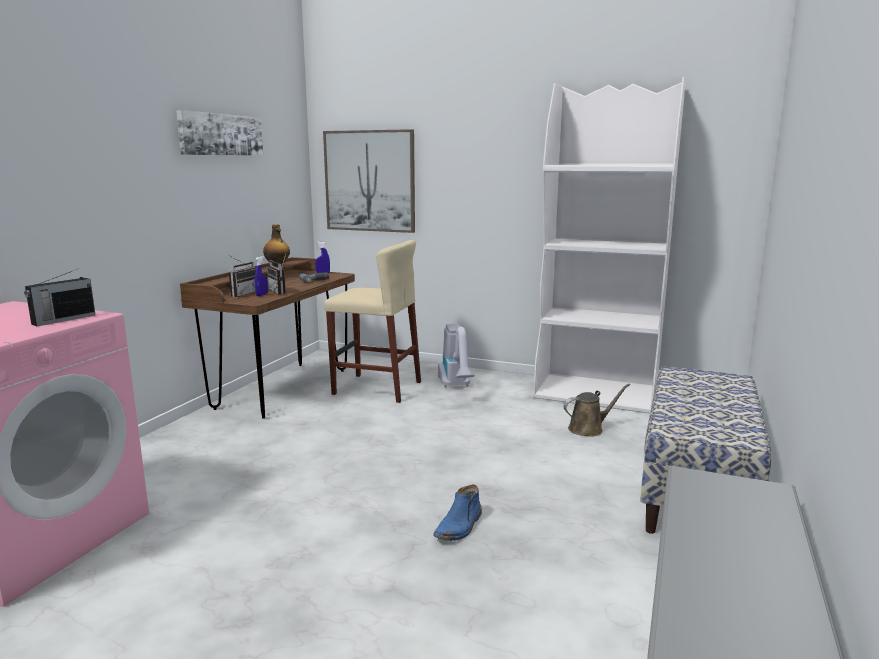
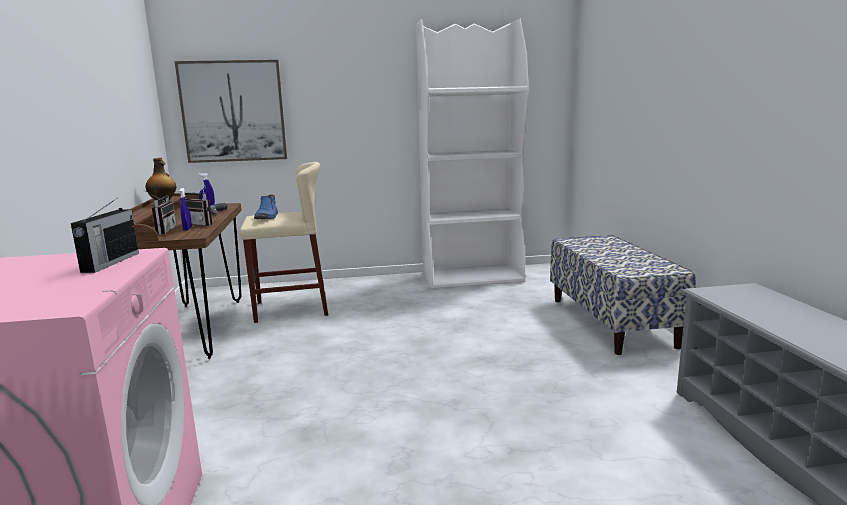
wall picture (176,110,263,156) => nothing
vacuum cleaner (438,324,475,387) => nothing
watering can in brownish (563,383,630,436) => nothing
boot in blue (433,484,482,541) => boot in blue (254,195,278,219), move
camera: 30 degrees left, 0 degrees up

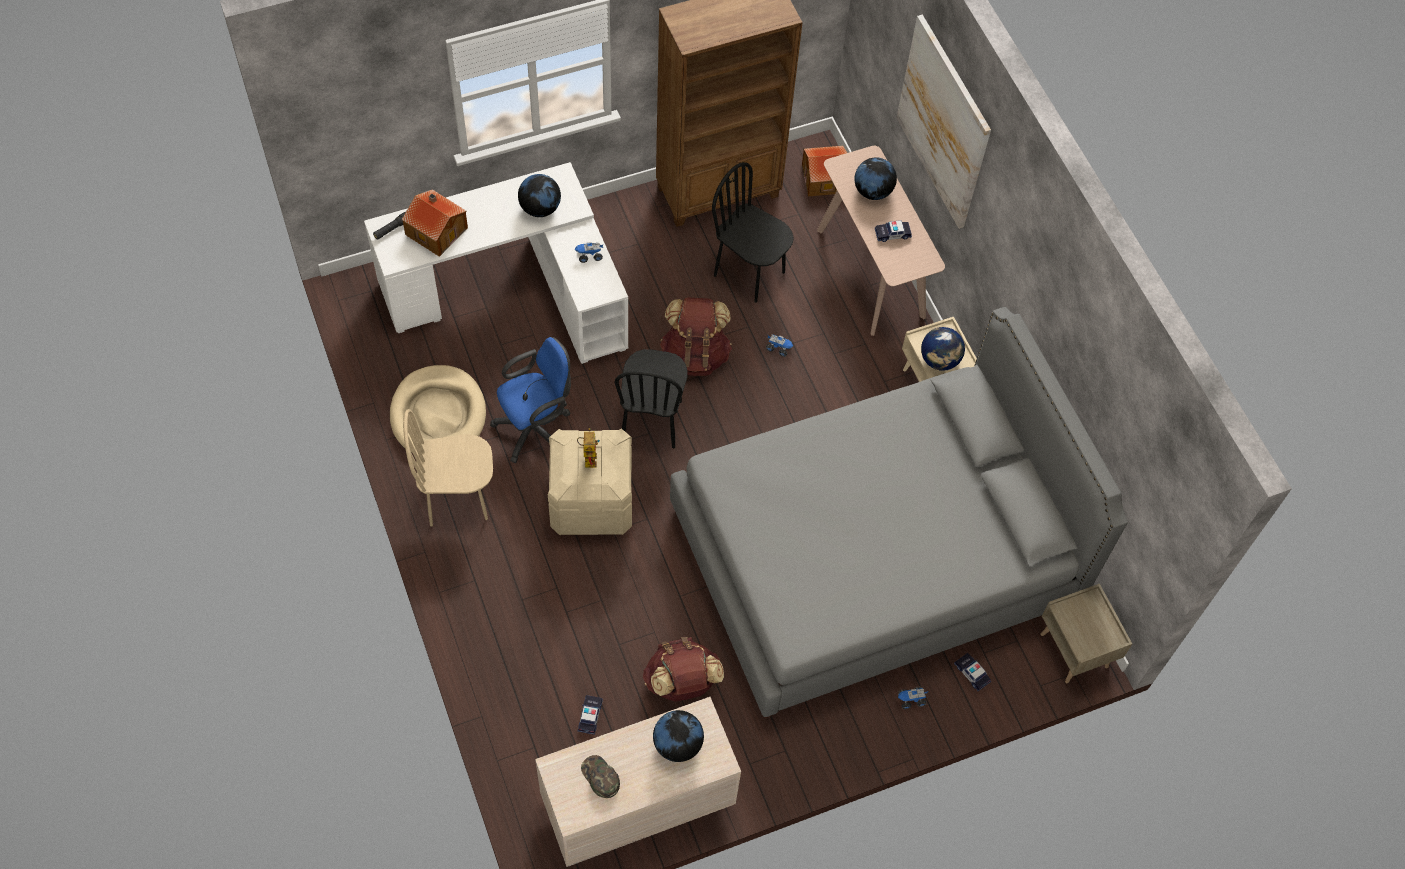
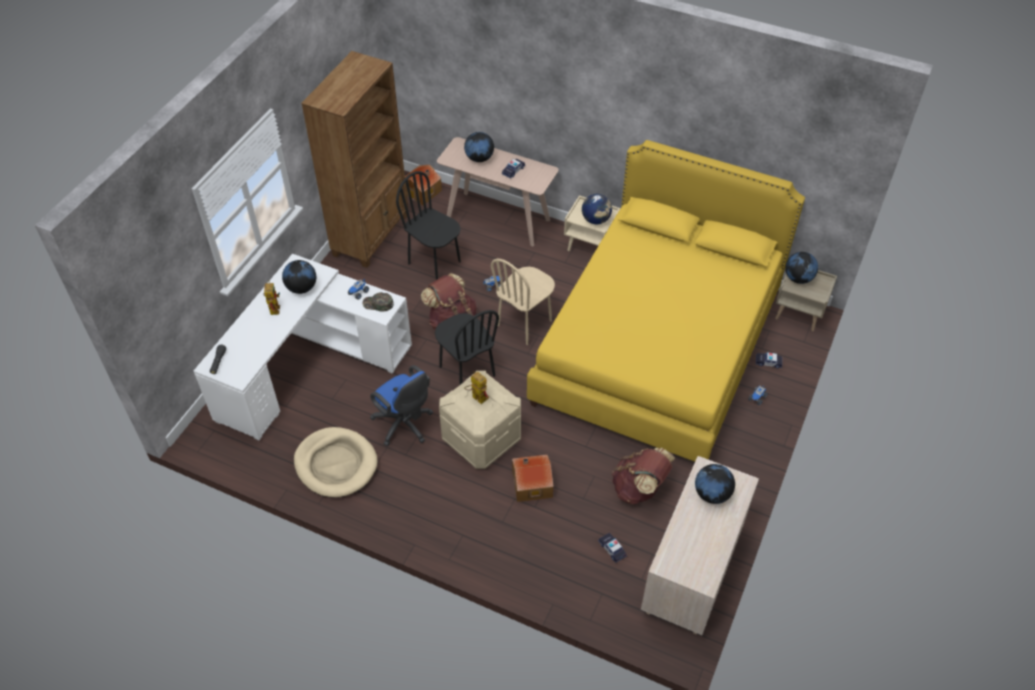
wall picture (896,15,991,229) => nothing
upright chair in blackish (712,162,794,303) => upright chair in blackish (396,171,461,280), 45 degrees clockwise
miniature house (402,190,468,257) => miniature house (512,455,554,502), move
sleeping bed in greyish (670,307,1128,719) => sleeping bed in yellow-coloured (527,140,805,462)
office chair in blue (490,337,571,463) => office chair in blue (370,365,433,446), 120 degrees clockwise
upright chair in beige (403,409,493,527) => upright chair in beige (491,259,555,345), move
cap in greenish (581,755,620,798) => cap in greenish (363,292,394,312), move
nothing => globe (785,252,818,284)
nothing => toy robot (263,280,280,315)
camera: 40 degrees left, 10 degrees down

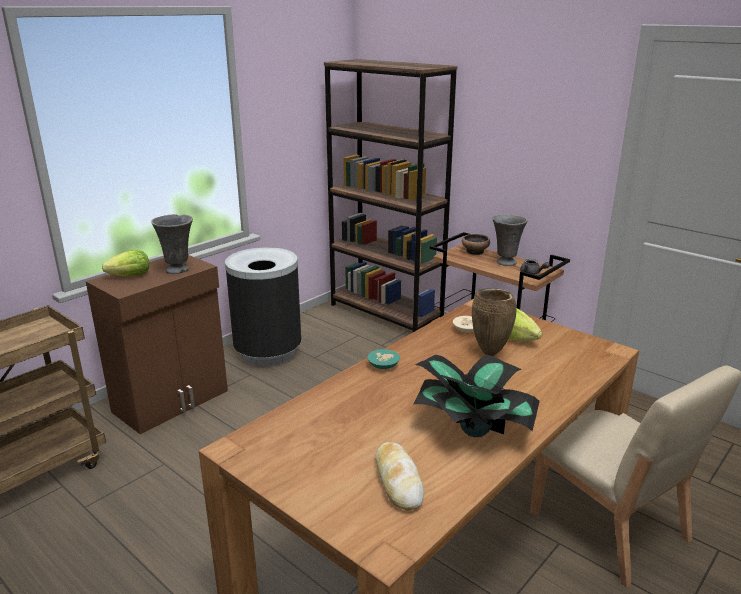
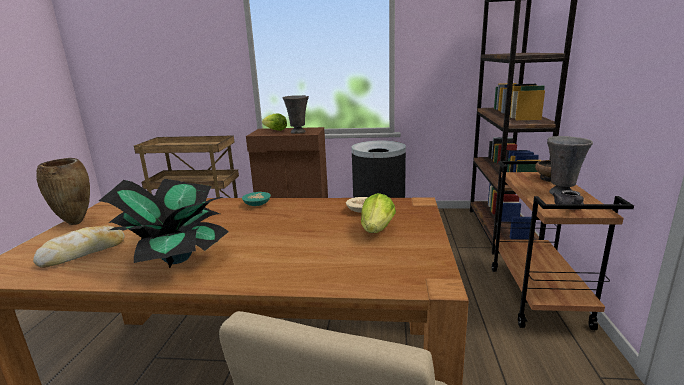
flower vase in brownish (472,288,517,356) => flower vase in brownish (36,158,90,225), move
camera: 55 degrees right, 5 degrees down

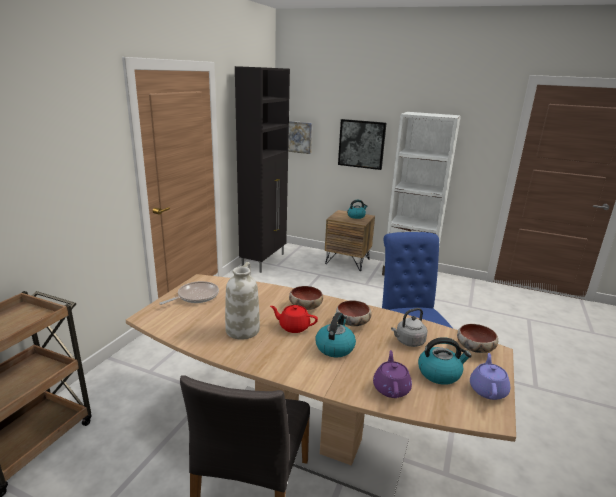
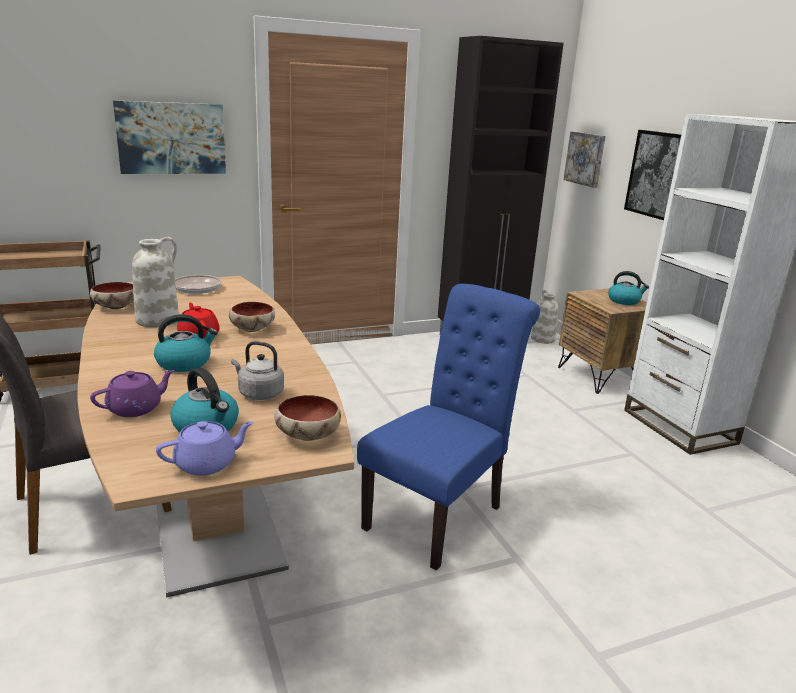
bowl (336,300,372,326) => bowl (90,282,134,309), move
nothing => wall picture (113,100,226,174)
nothing => flower vase in white (531,290,558,344)
camera: 45 degrees right, 0 degrees up

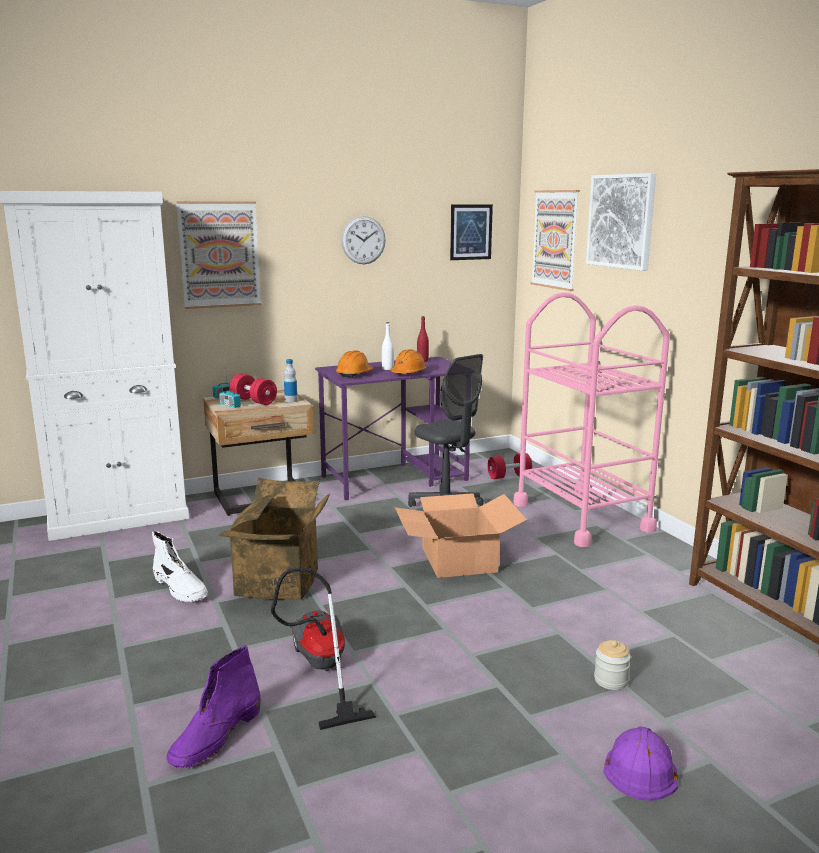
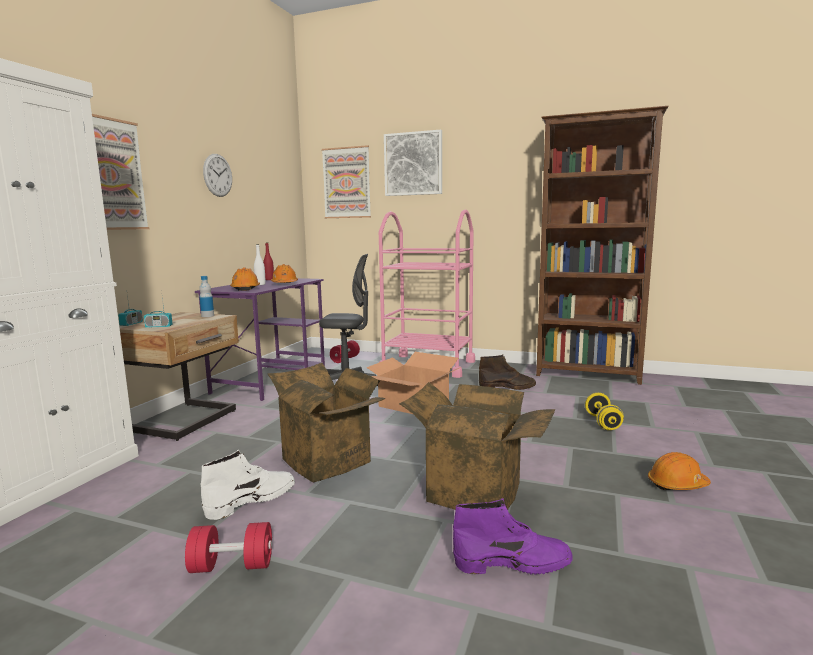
wall picture (450,205,493,260) => nothing
hand weight in red (230,373,277,405) => hand weight in red (185,522,272,573), move
boot in white (152,531,208,602) => boot in white (200,450,295,520), 45 degrees counterclockwise
vacuum cleaner (271,567,377,730) => cardboard box (399,382,556,510)
storage jar (594,640,631,690) => hand weight in yellow-coloured (585,393,624,430)
boot in purple (166,645,261,768) => boot in purple (453,498,573,574), 75 degrees counterclockwise
work helmet in purple (603,727,678,801) => nothing
nothing => boot in brownish (479,354,536,390)
nothing => work helmet in orange-coloured (648,452,711,490)
camera: 45 degrees left, 5 degrees down

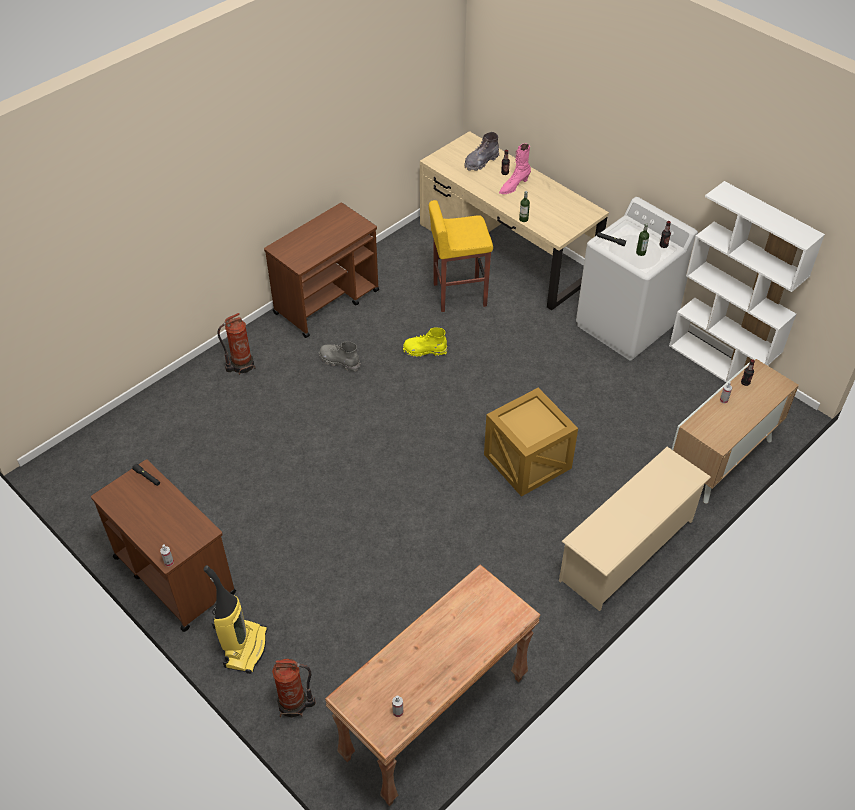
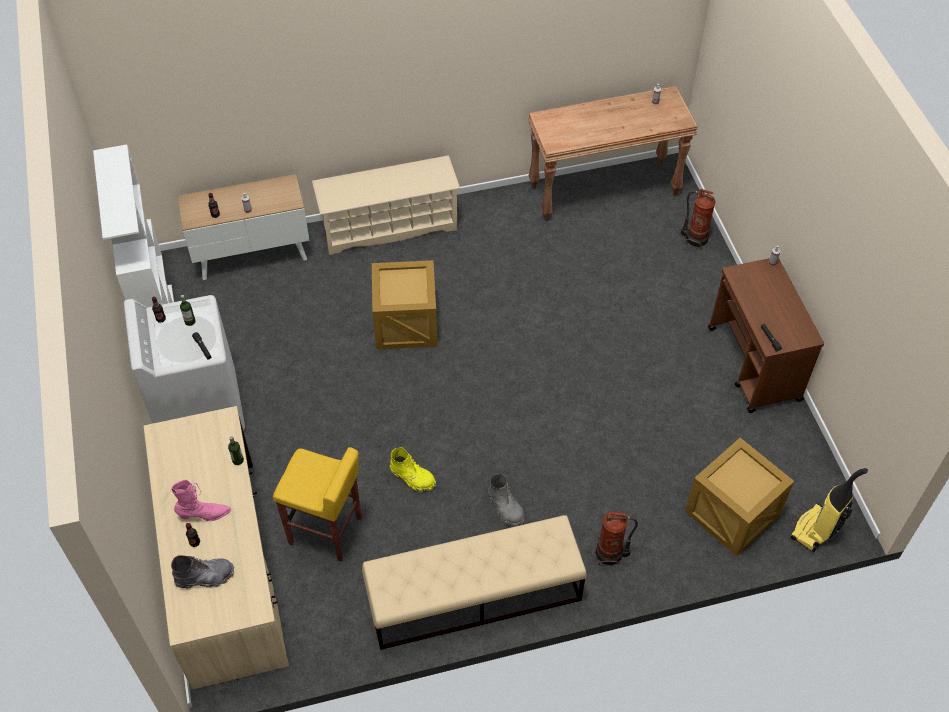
trolley in brownish (264,203,379,338) => long seat in beige (362,515,587,650)
vacuum cleaner (204,565,268,674) => vacuum cleaner (791,468,868,552), move
nothing => crate (685,438,794,556)
camera: 150 degrees left, 5 degrees up

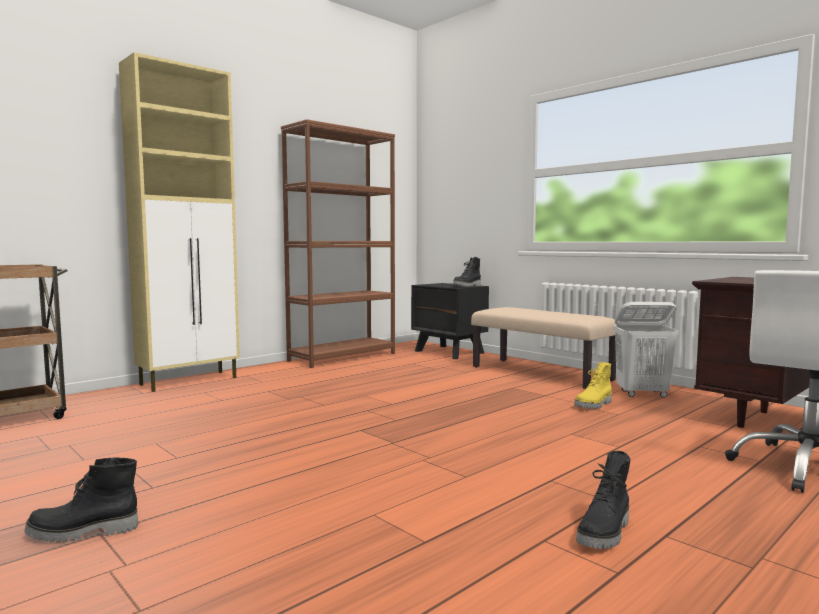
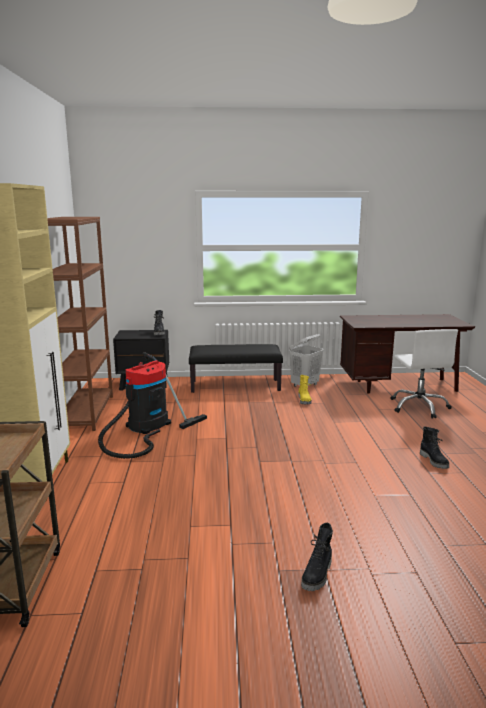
long seat in beige (471,307,617,389) => long seat in blackish (189,344,283,393)
nothing => vacuum cleaner (98,352,207,459)
camera: 50 degrees left, 10 degrees up

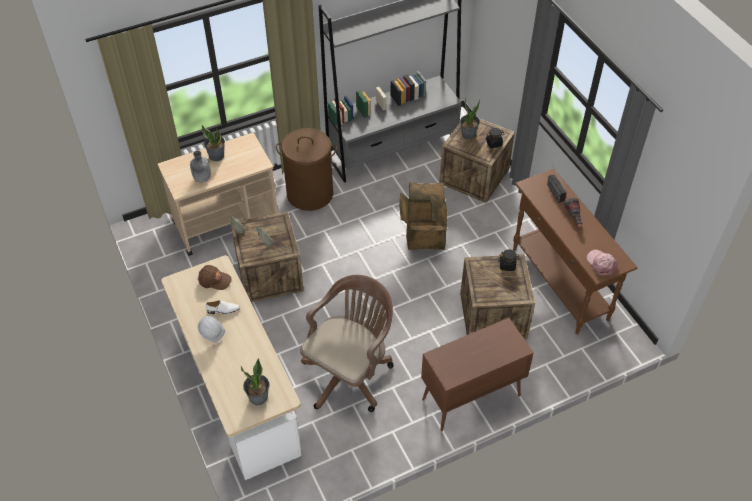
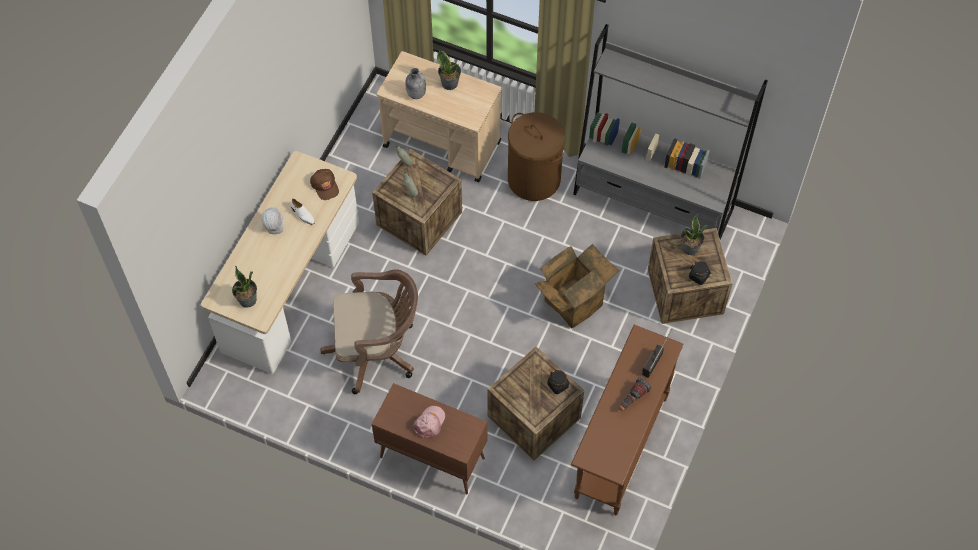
cap in pink-coloured (587,250,617,276) => cap in pink-coloured (413,406,445,438), move
camera: 50 degrees right, 10 degrees up

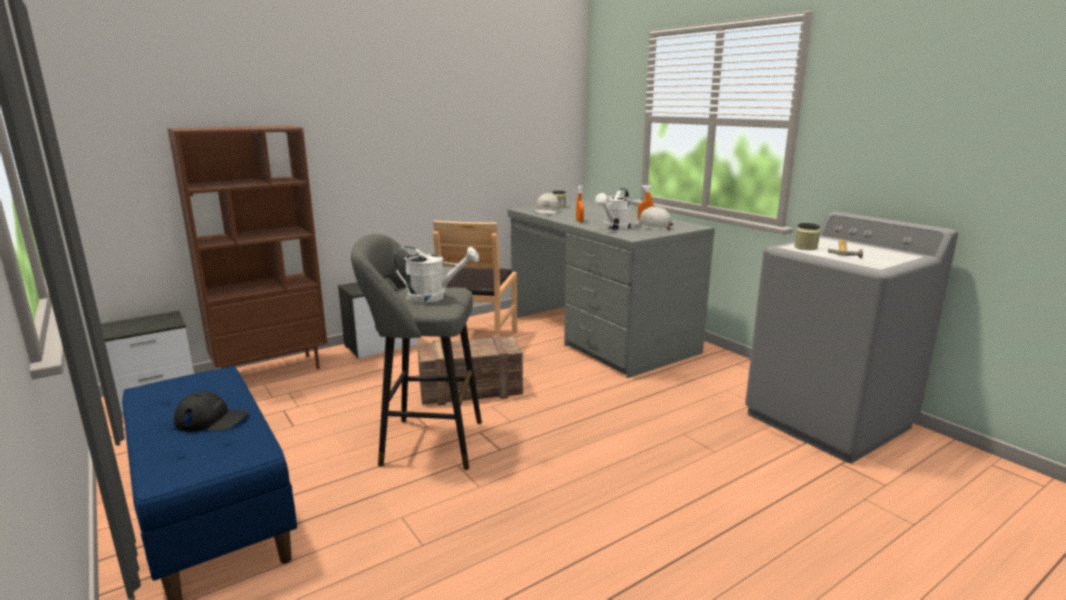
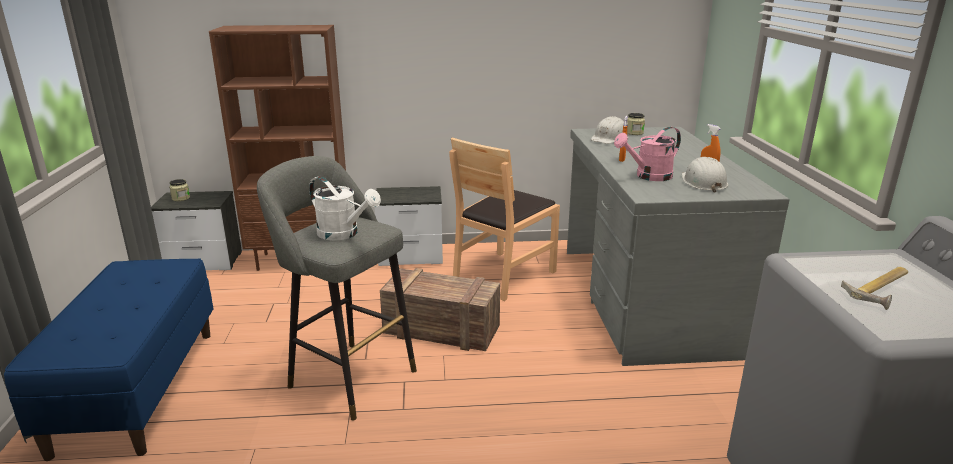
watering can in white (595,188,631,230) => watering can in pink-coloured (614,127,681,181)
storage jar (794,223,820,250) => storage jar (169,179,190,201), move
cap in blackish (174,391,248,432) => nothing
camera: 30 degrees right, 5 degrees up

